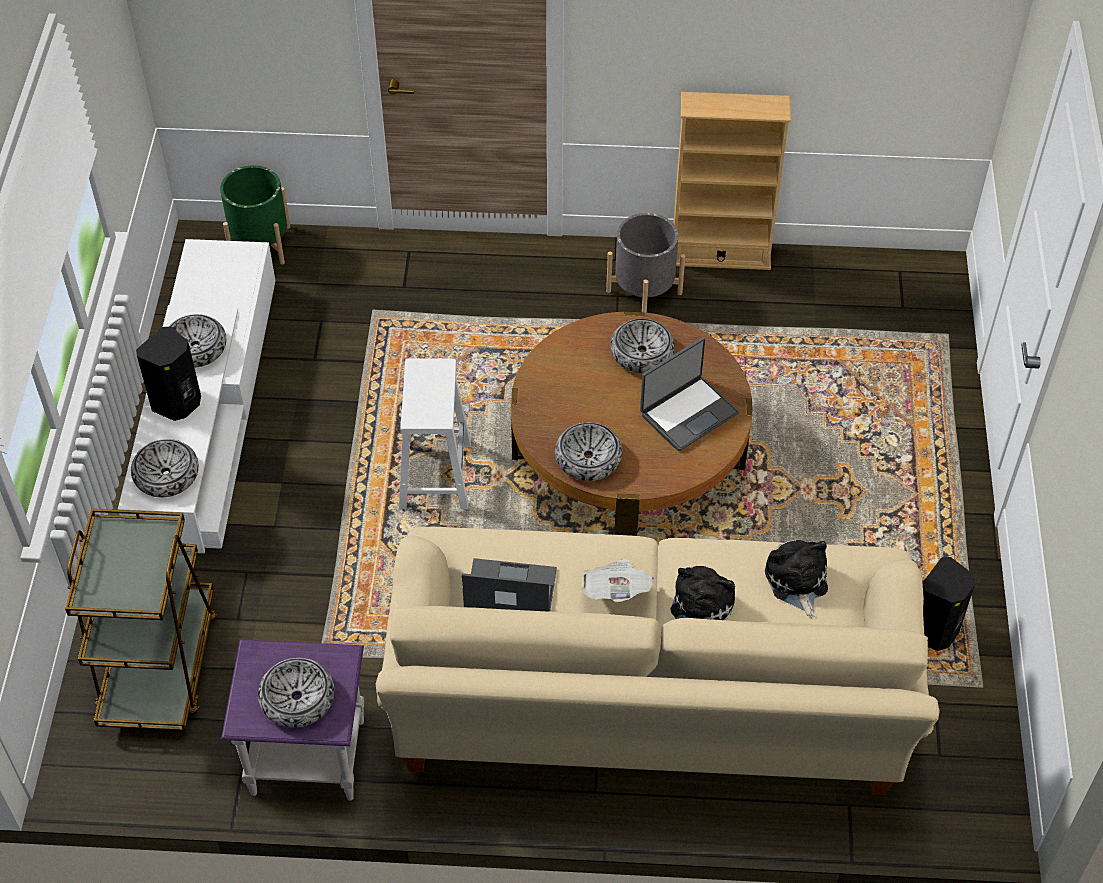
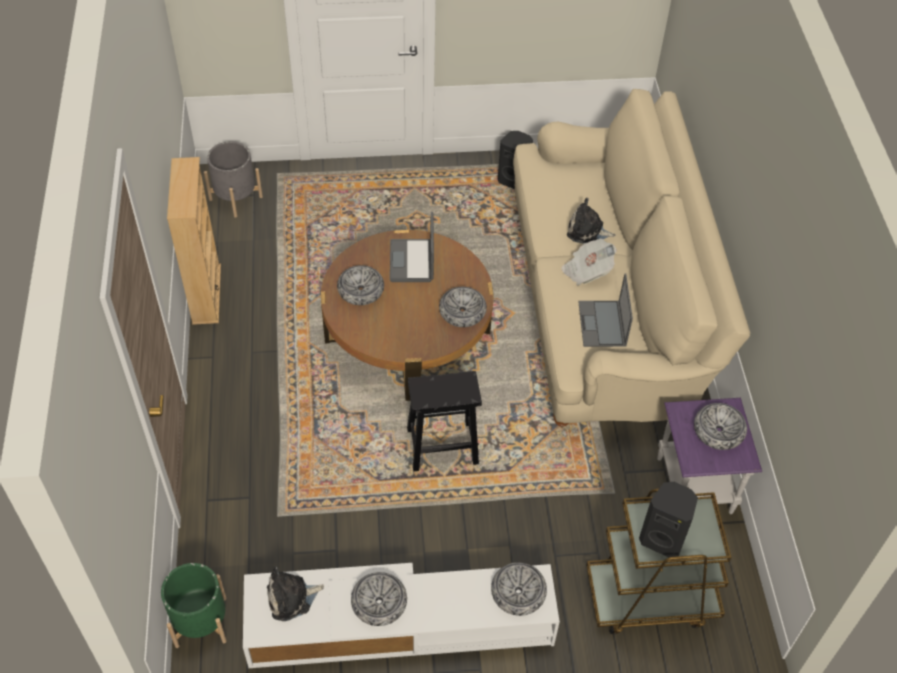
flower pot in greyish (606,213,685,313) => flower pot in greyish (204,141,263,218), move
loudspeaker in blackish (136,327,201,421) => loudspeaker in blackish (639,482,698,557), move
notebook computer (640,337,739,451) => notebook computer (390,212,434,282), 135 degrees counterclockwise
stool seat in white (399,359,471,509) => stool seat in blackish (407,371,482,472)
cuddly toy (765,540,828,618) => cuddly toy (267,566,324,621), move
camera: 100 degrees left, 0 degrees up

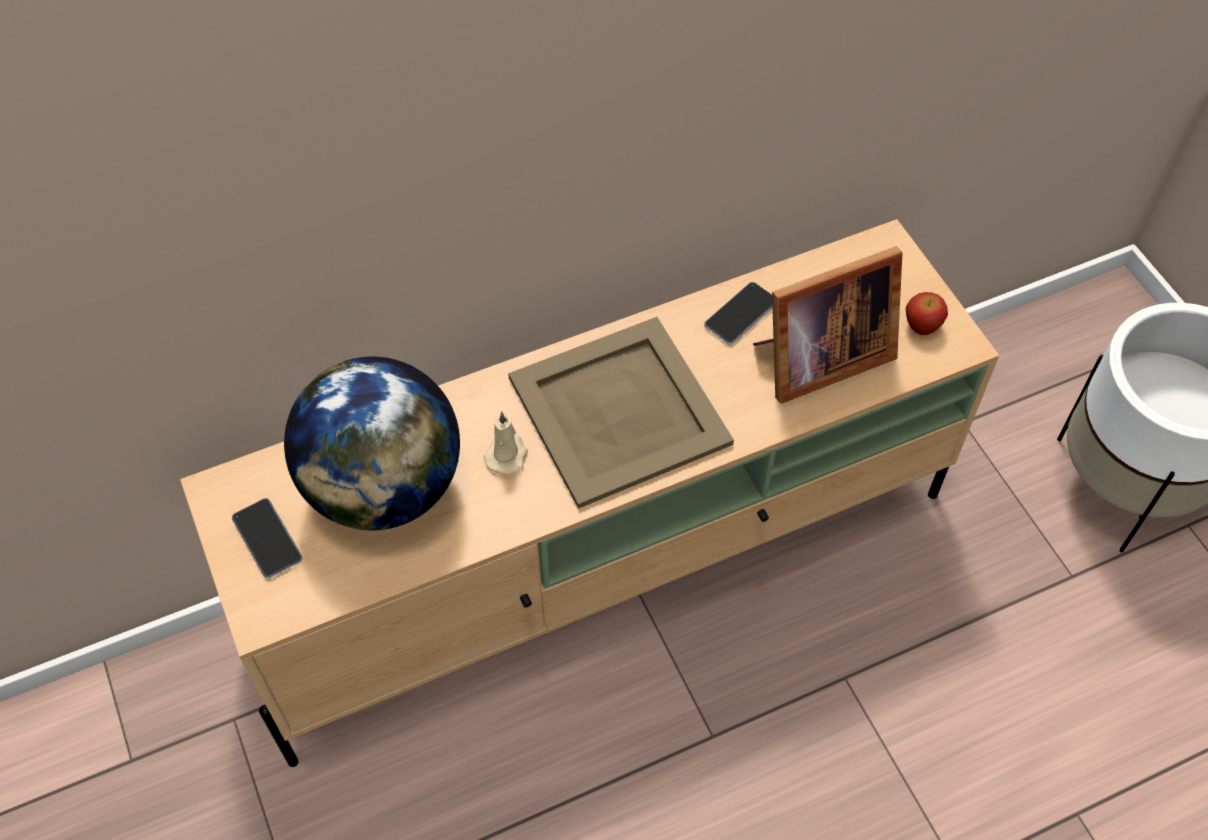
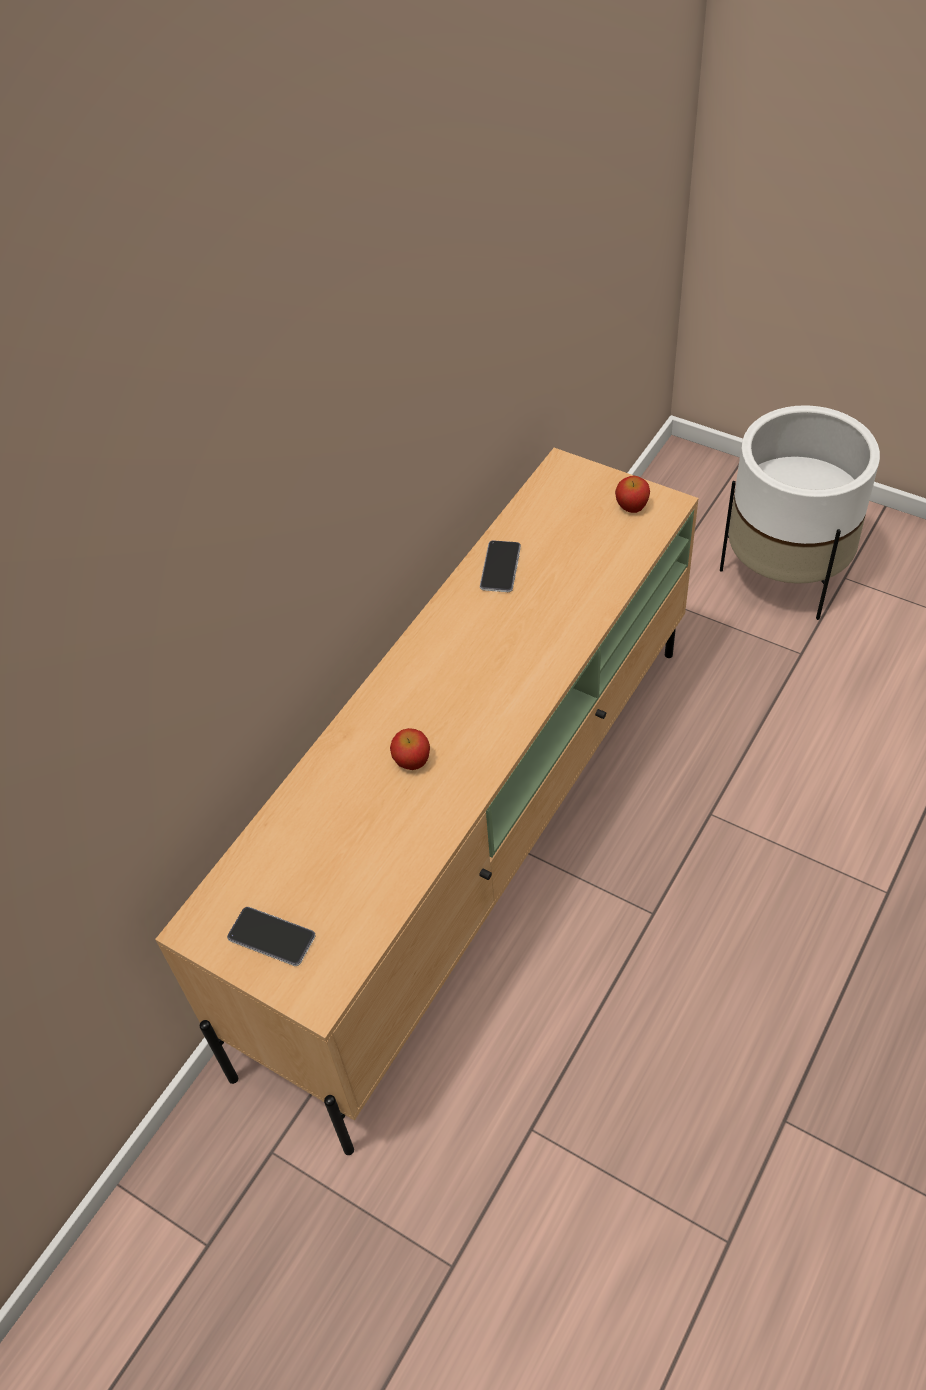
standing frame (753,246,902,404) => nothing
tray in beige (508,317,734,509) => nothing
globe (284,357,460,530) => nothing
wax light in beige (484,412,528,475) => apple (390,728,430,770)
camera: 30 degrees left, 5 degrees down

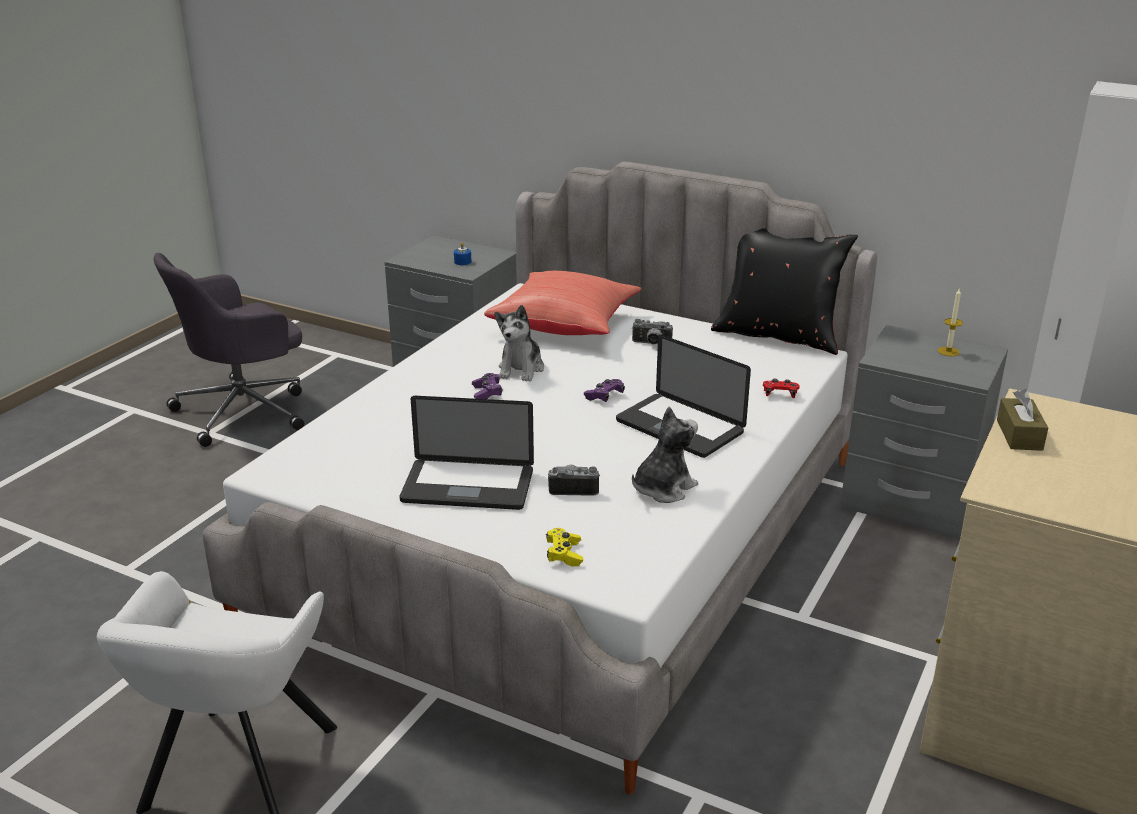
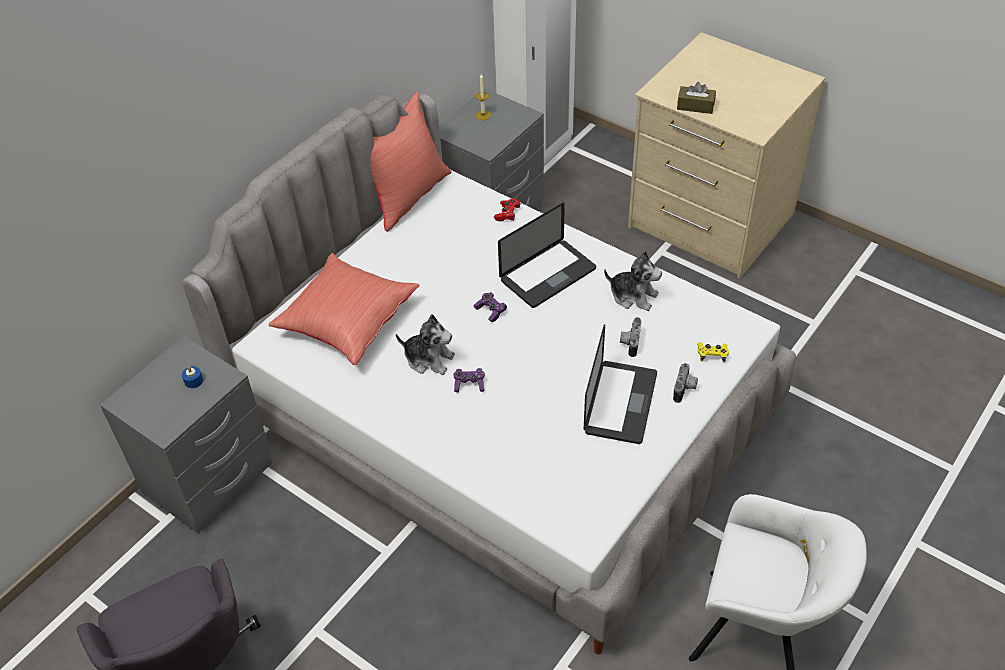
cushion in blackish (711,228,858,355) => cushion in red (370,92,451,232)
still camera (632,319,673,344) => still camera (673,363,698,403), move
cuddly toy (632,407,698,503) => cuddly toy (604,251,662,311), 150 degrees clockwise
camera: 80 degrees left, 20 degrees up

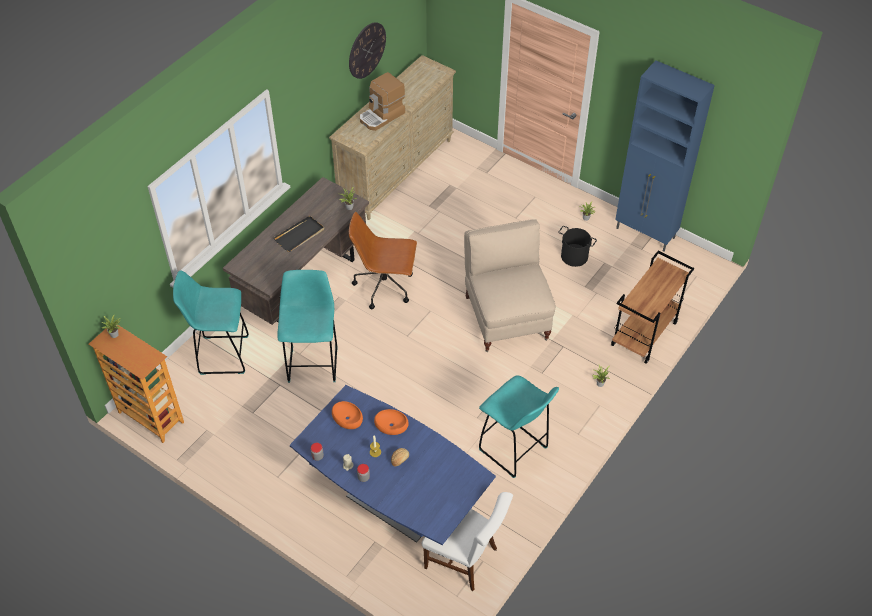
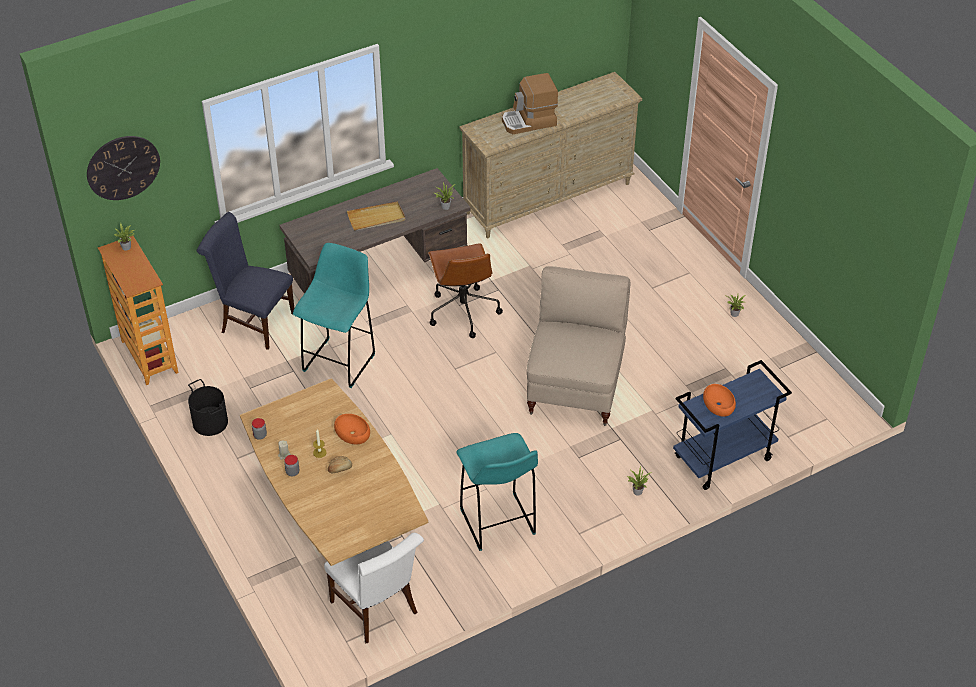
hanging clock (349,22,386,79) => hanging clock (87,136,160,200), move
cabinet in blue (615,60,715,252) => nothing
office chair in brownish (349,212,417,309) => office chair in brownish (428,243,503,338), 135 degrees counterclockwise
tray in blackish (273,216,324,252) => tray in beige (347,201,405,231)
pail in blackish (558,226,597,267) => pail in blackish (188,379,228,436), move
trolley in brownish (611,251,694,364) => trolley in blue (673,360,792,490)
stool seat in blue-green (173,270,249,375) => upright chair in blue (197,212,294,350)
dining table in blue (290,385,496,545) => dining table in brownish (240,378,428,566)
bowl in orange-coloured (332,401,363,429) => bowl in orange-coloured (703,384,736,417), move
camera: 25 degrees right, 5 degrees down

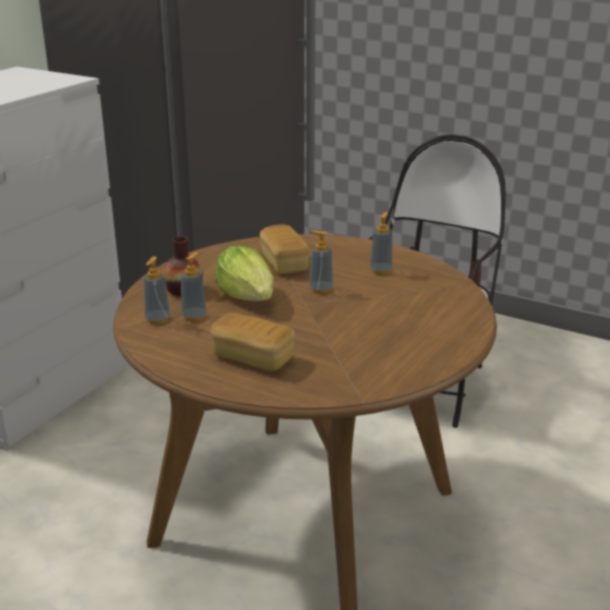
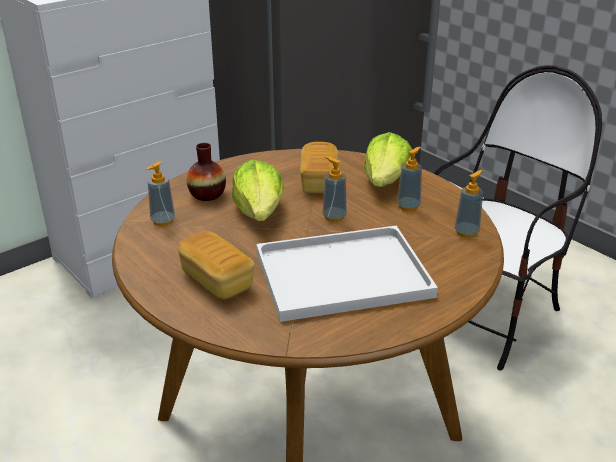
soap bottle (181,252,207,322) => soap bottle (455,170,483,238), move
nothing => head of lettuce (364,132,412,187)
nothing => tray in white (256,226,438,322)
camera: 20 degrees right, 5 degrees up

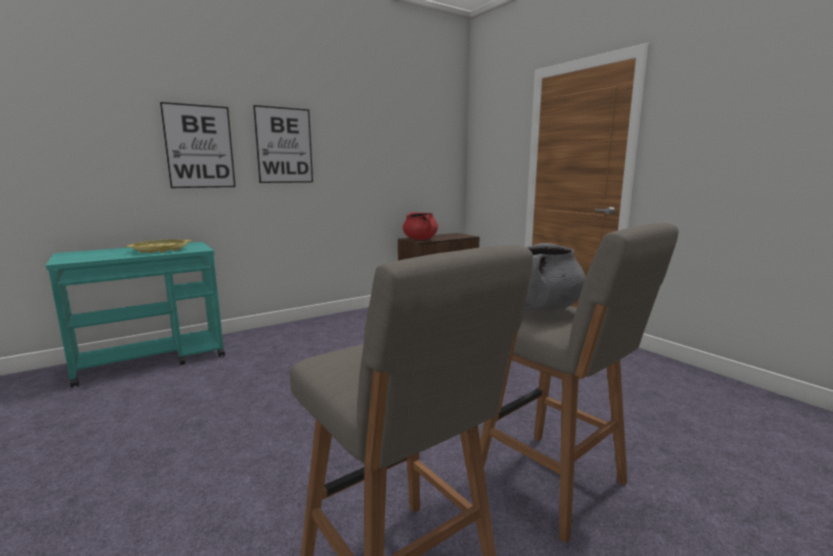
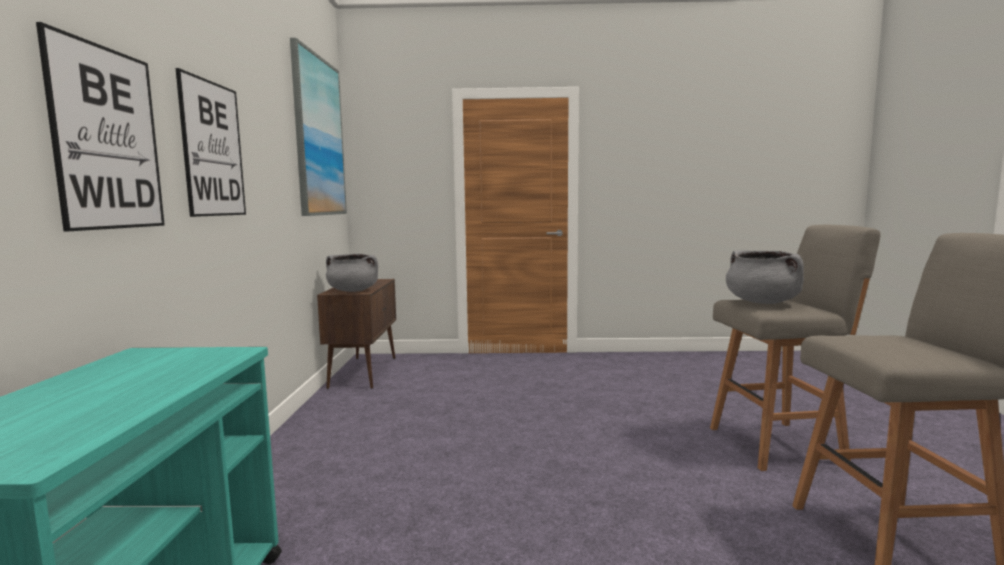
cooking pot in red (403,212,438,240) => cooking pot in greyish (326,254,378,292)
tray in yellow-coloured (127,239,191,253) => nothing
nothing => wall picture (290,38,347,216)
camera: 55 degrees left, 5 degrees down

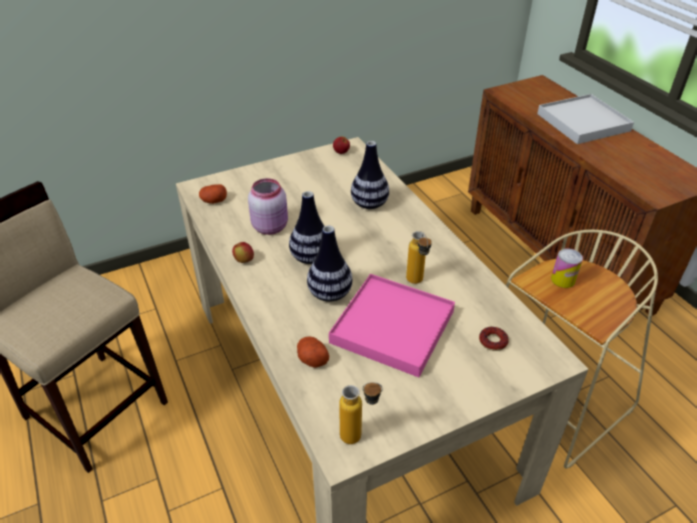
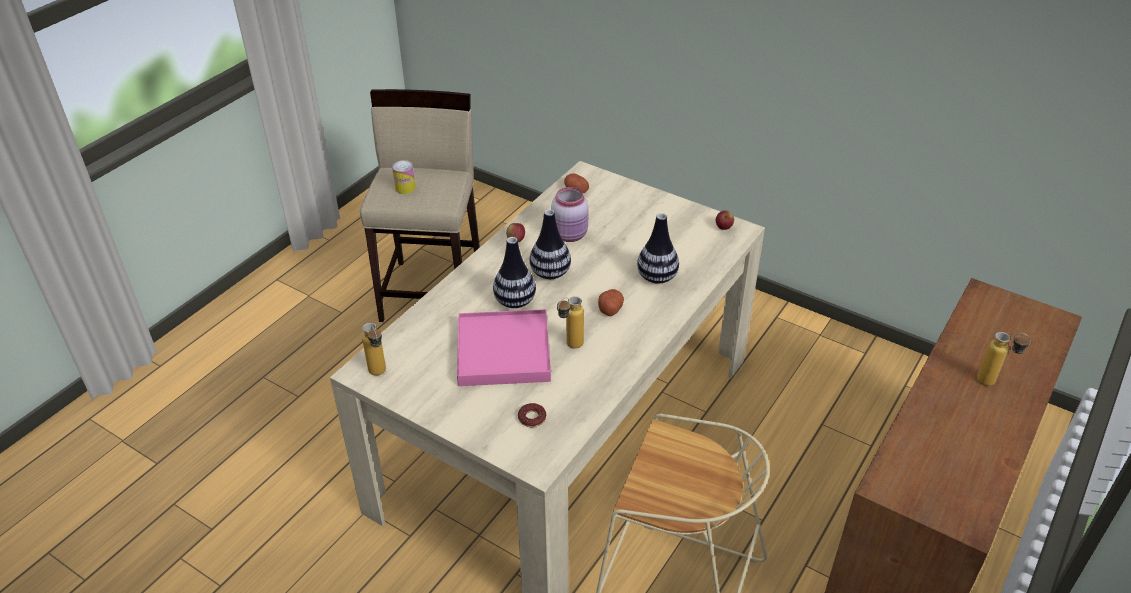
tray in white (537,94,634,144) => drink bottle (977,332,1031,386)
metal can (551,248,583,288) => metal can (392,160,415,194), move
potato (297,336,329,368) => potato (598,289,624,316), move
camera: 60 degrees right, 0 degrees up

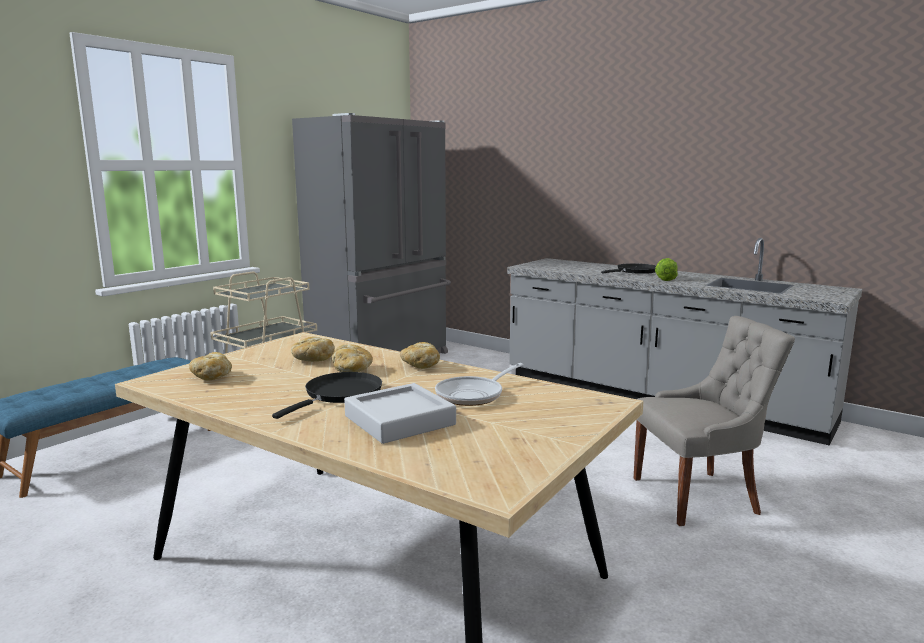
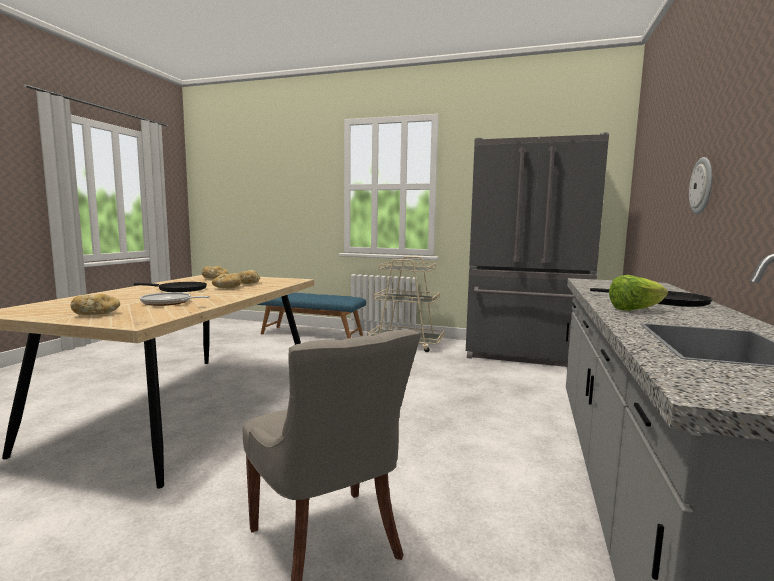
bread (400,342,440,369) => bread (71,294,120,315), move
tray in greyish (344,383,456,444) => nothing
nothing => hanging clock (689,157,712,214)
camera: 70 degrees right, 5 degrees down

